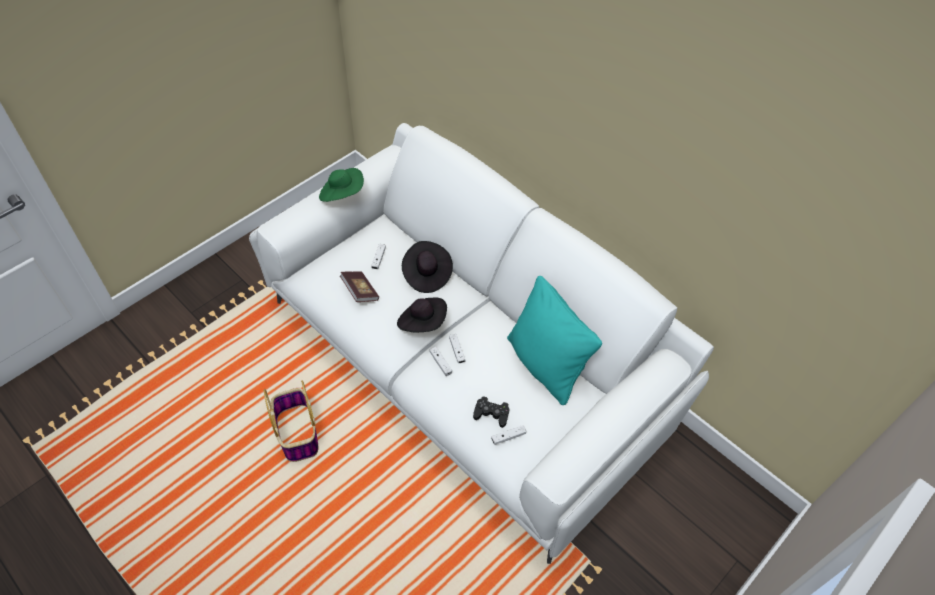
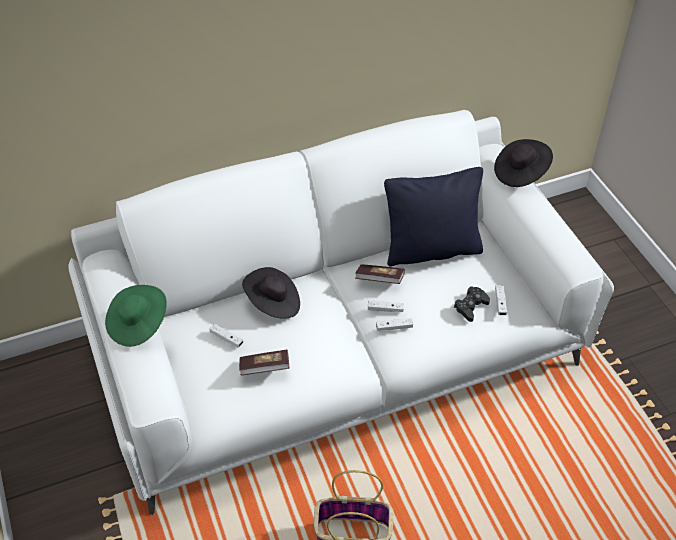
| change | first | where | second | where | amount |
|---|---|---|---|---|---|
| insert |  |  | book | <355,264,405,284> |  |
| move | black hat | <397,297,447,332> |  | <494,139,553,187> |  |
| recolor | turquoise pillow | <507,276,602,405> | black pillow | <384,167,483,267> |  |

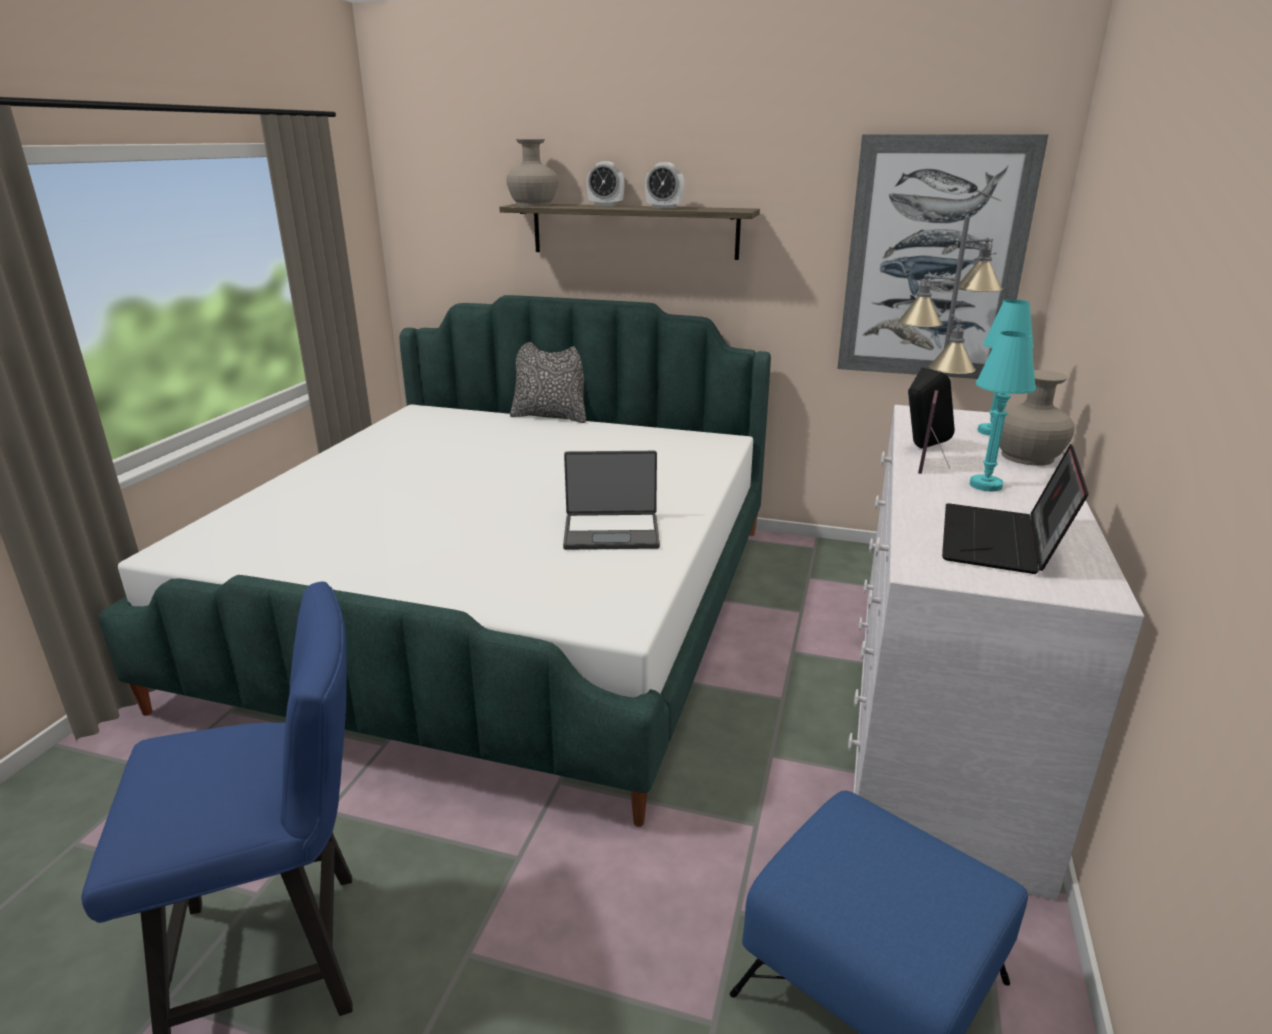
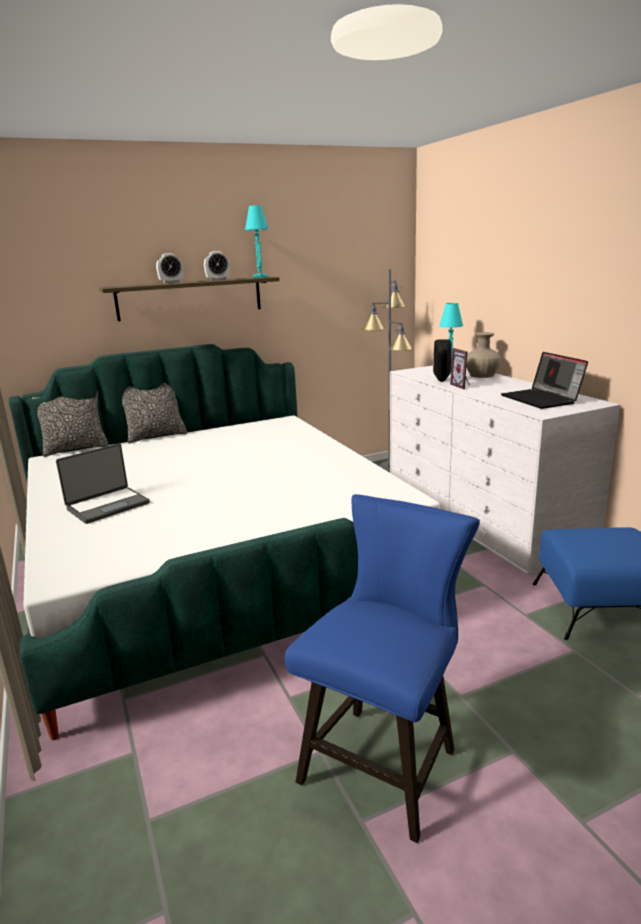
| change | first | where | second | where | amount |
|---|---|---|---|---|---|
| delete | beige vase | <506,139,558,206> |  |  |  |
| delete | picture | <837,134,1049,379> |  |  |  |
| insert |  |  | pillow | <32,390,109,457> |  |
| move | laptop | <563,451,660,550> |  | <56,443,149,524> |  |
| move | turquoise table lamp | <970,331,1036,491> |  | <245,205,269,278> |  |

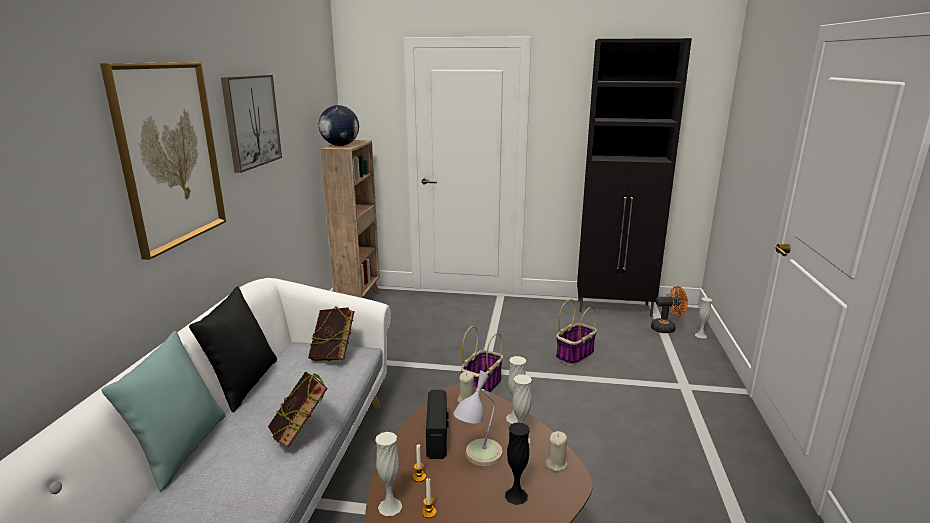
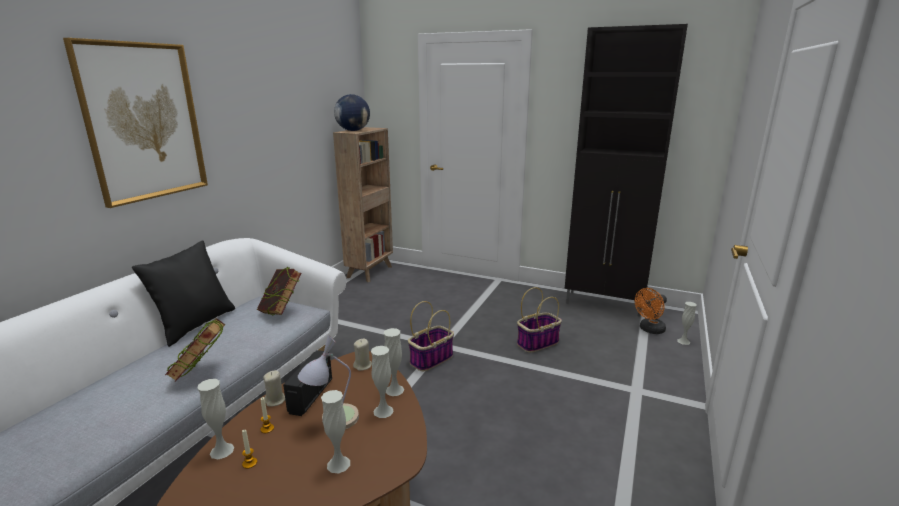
| change | first | where | second | where | amount |
|---|---|---|---|---|---|
| delete | turquoise pillow | <101,331,226,491> |  |  |  |
| delete | picture | <221,75,282,173> |  |  |  |
| move | beige candle | <545,431,567,472> |  | <263,370,285,407> |  |
| recolor | black vase | <505,422,530,505> | white vase | <321,390,350,473> |  |
| rotate | orange fan | <651,286,688,333> |  | <635,288,667,334> | 135 degrees clockwise |

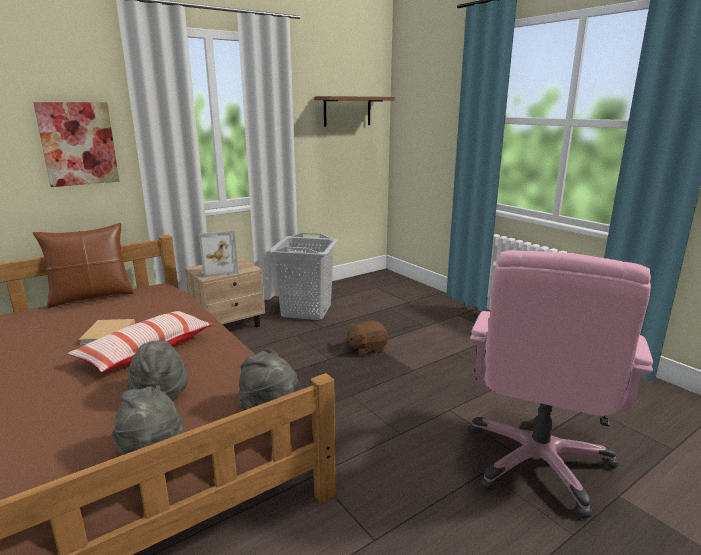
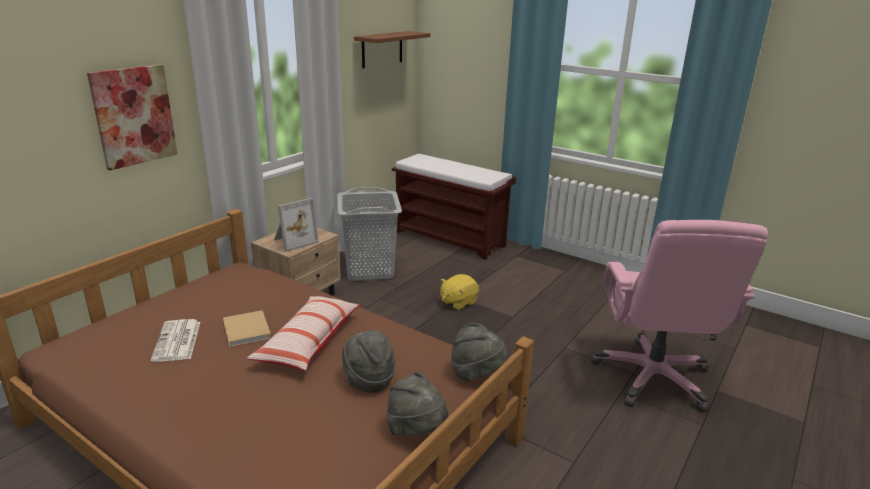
| change | first | where | second | where | amount |
|---|---|---|---|---|---|
| delete | brown pillow | <33,223,134,308> |  |  |  |
| insert |  |  | newspaper | <151,319,200,362> |  |
| insert |  |  | brown bench | <392,154,516,260> |  |
| recolor | brown plush toy | <346,321,388,356> | yellow plush toy | <440,274,479,311> |  |

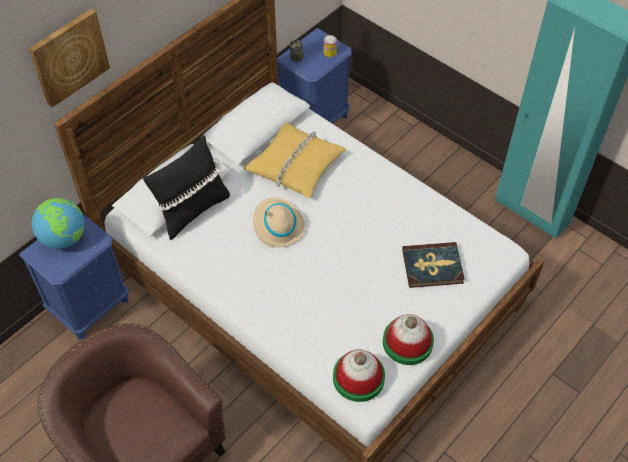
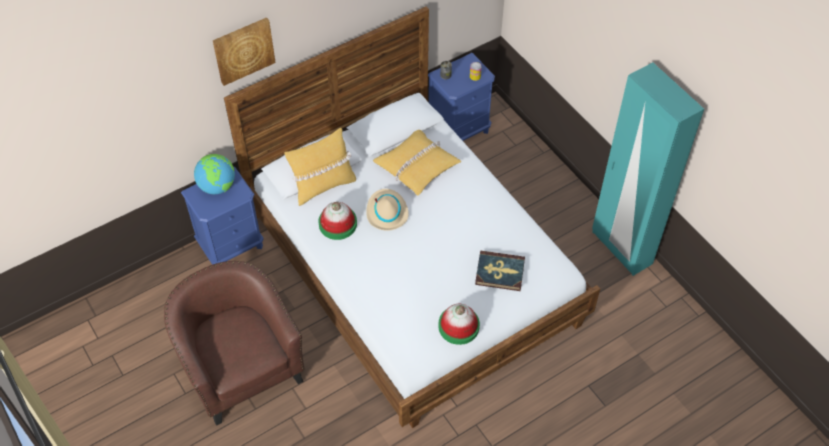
| change | first | where | second | where | amount |
|---|---|---|---|---|---|
| move | hat | <333,350,385,402> |  | <318,202,357,240> |  |
| recolor | black pillow | <143,135,230,241> | yellow pillow | <284,128,356,206> |  |

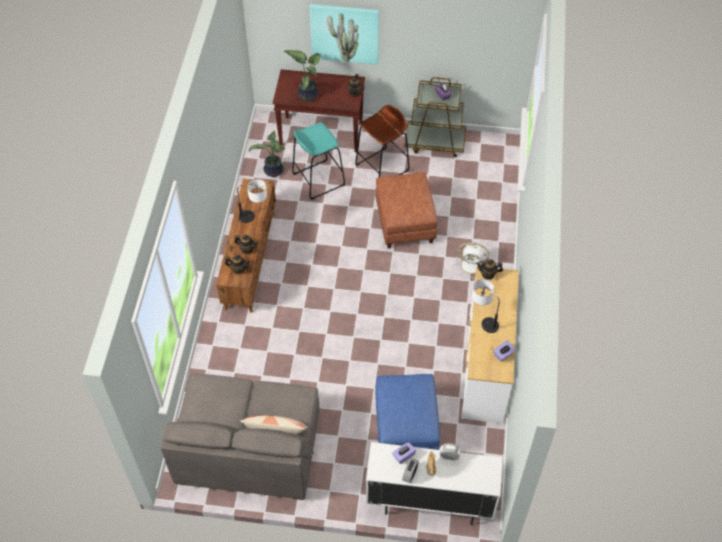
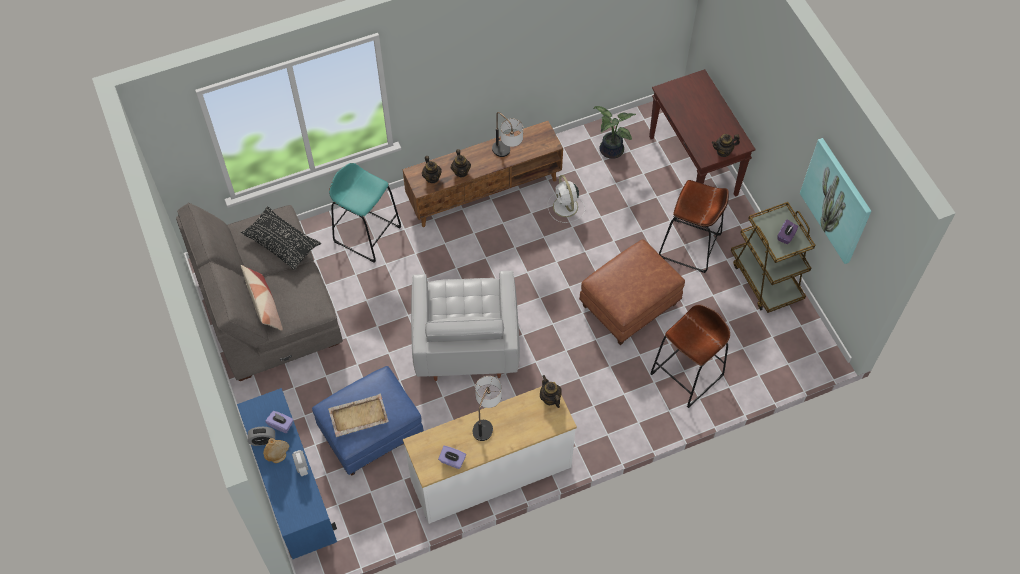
| change | first | where | second | where | amount |
|---|---|---|---|---|---|
| delete | potted plant | <284,50,321,101> |  |  |  |
| insert |  |  | black pillow | <241,206,321,270> |  |
| insert |  |  | beige tray | <328,394,389,437> |  |
| insert |  |  | white armchair | <411,271,520,381> |  |
| insert |  |  | brown stool | <650,305,730,408> |  |
| move | turquoise stool | <292,122,345,200> |  | <329,163,402,263> |  |
| move | picture | <309,4,379,65> |  | <800,138,871,264> |  |
| move | white fan | <456,243,489,278> |  | <548,175,585,223> |  |
| recolor | white cabinet | <366,442,503,525> | blue cabinet | <237,388,337,559> |  |

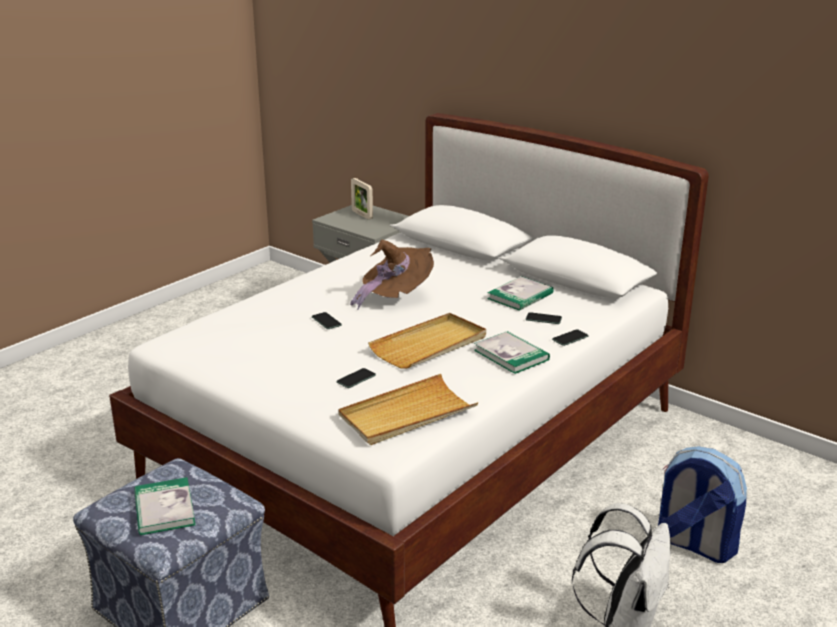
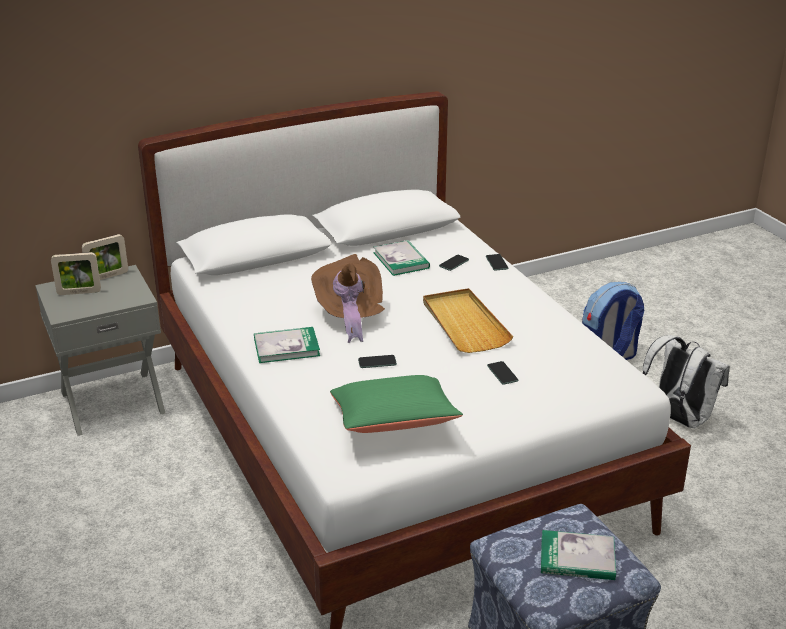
| change | first | where | second | where | amount |
|---|---|---|---|---|---|
| delete | beige tray | <339,374,478,445> |  |  |  |
| insert |  |  | picture frame | <82,234,128,280> |  |
| insert |  |  | green pillow | <330,375,463,433> |  |
| move | book | <474,331,550,374> |  | <254,327,320,363> |  |

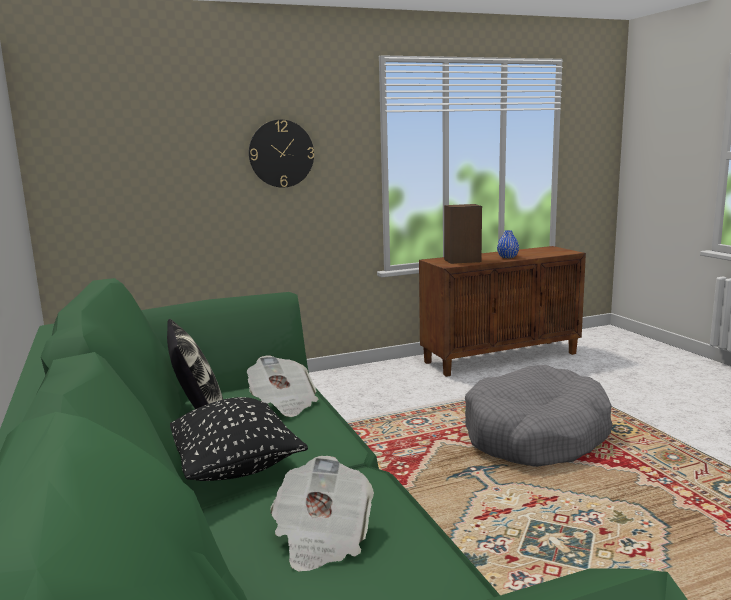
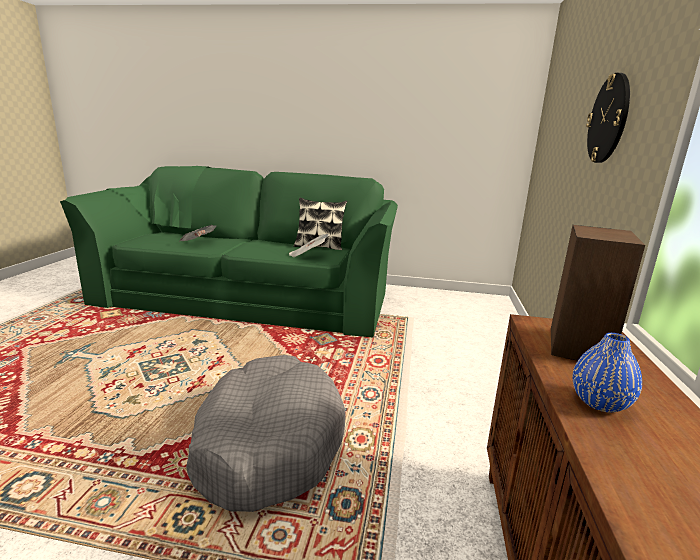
| change | first | where | second | where | amount |
|---|---|---|---|---|---|
| delete | black pillow | <170,397,308,481> |  |  |  |

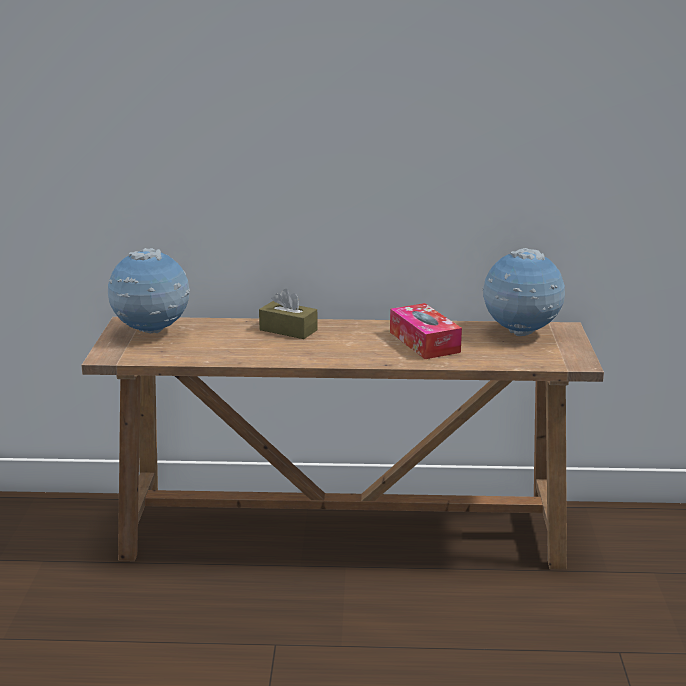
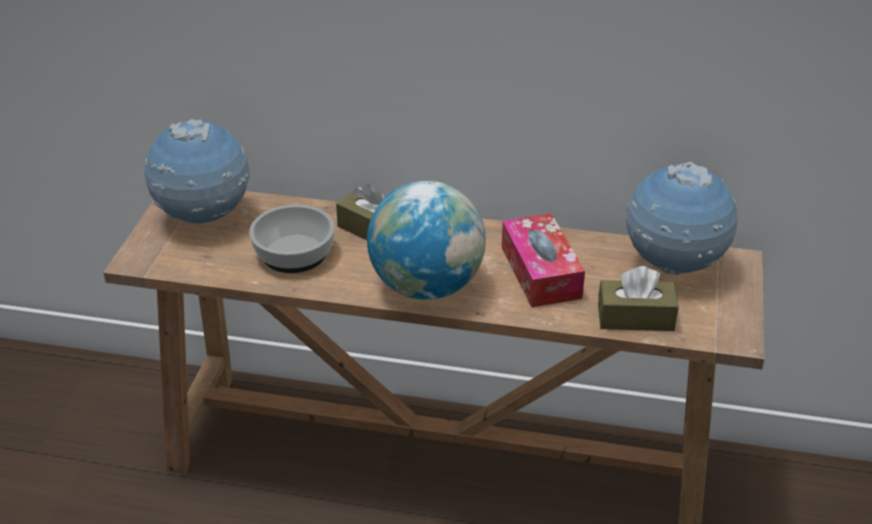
| change | first | where | second | where | amount |
|---|---|---|---|---|---|
| insert |  |  | bowl | <249,205,335,273> |  |
| insert |  |  | globe | <367,181,486,300> |  |
| insert |  |  | brown tissue box | <598,266,679,331> |  |

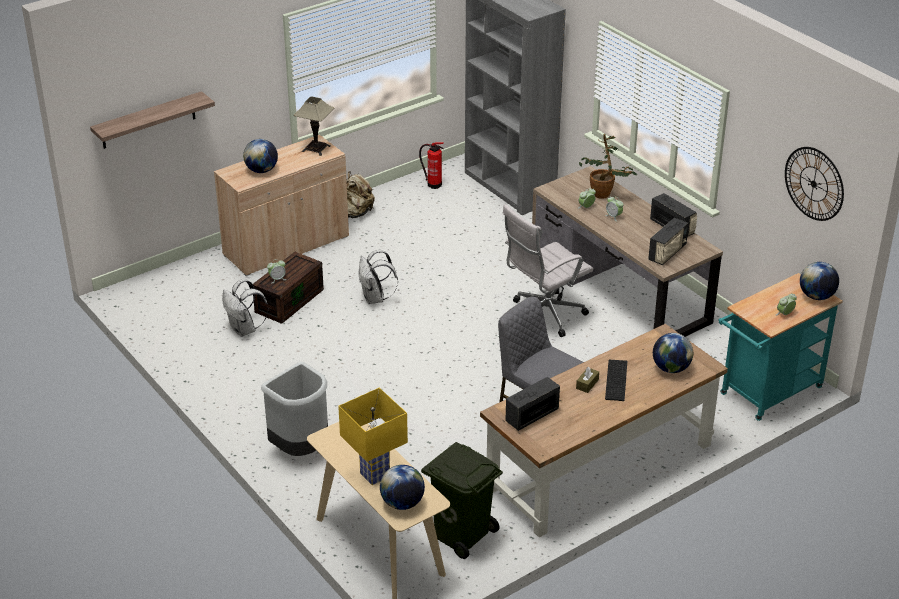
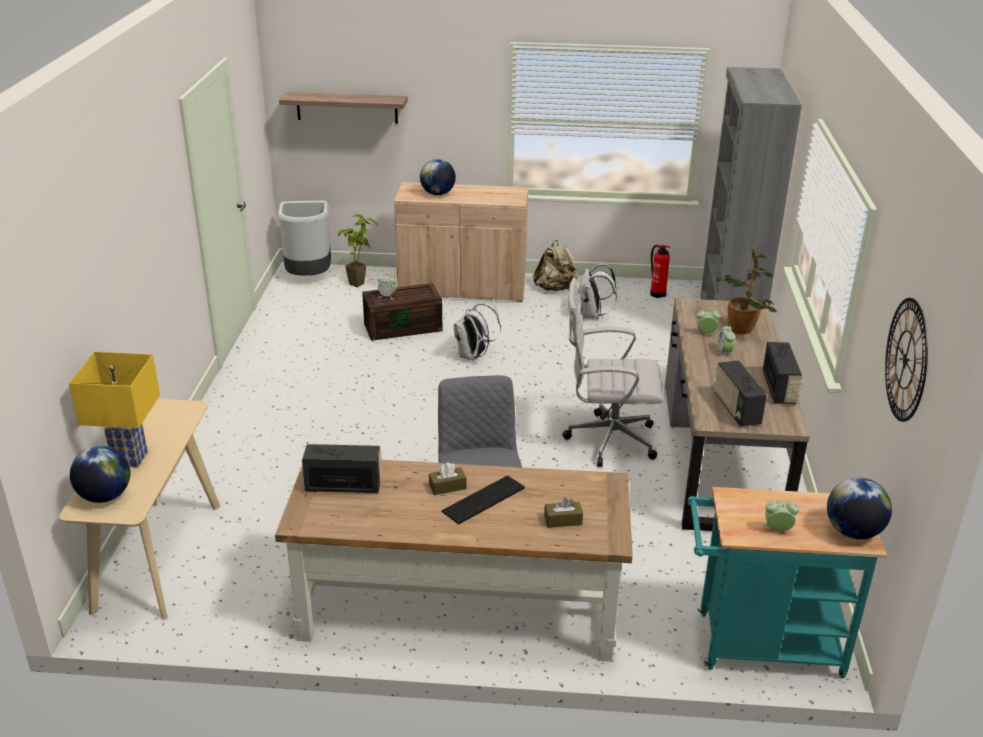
| change | first | where | second | where | amount |
|---|---|---|---|---|---|
| delete | table lamp | <294,97,334,156> |  |  |  |
| delete | green trash can | <421,442,503,559> |  |  |  |
| insert |  |  | potted plant | <338,214,378,287> |  |
| move | white backpack | <223,279,269,337> |  | <578,263,617,319> |  |
| move | grey trash can | <261,362,328,456> |  | <278,201,331,276> |  |
| replace | globe | <653,333,693,373> | brown tissue box | <544,498,583,528> |  |
| rotate | radio | <648,218,689,265> |  | <714,360,767,427> | 90 degrees clockwise |

